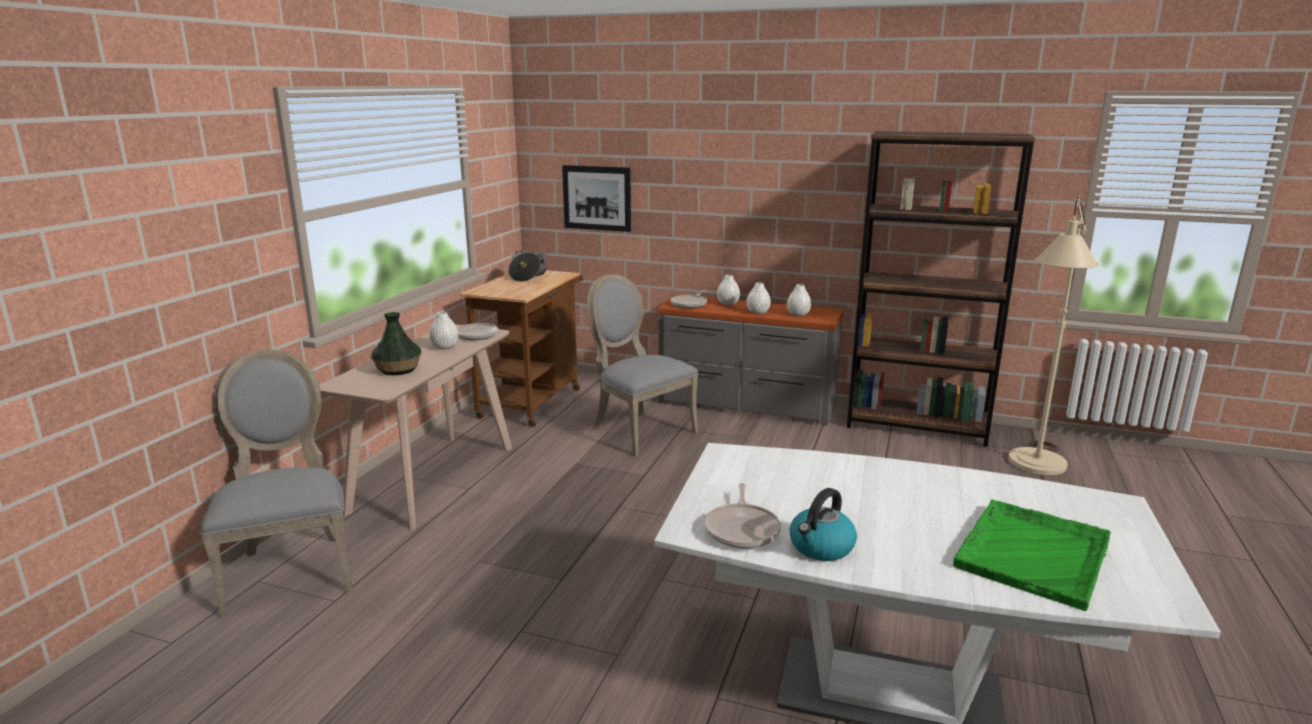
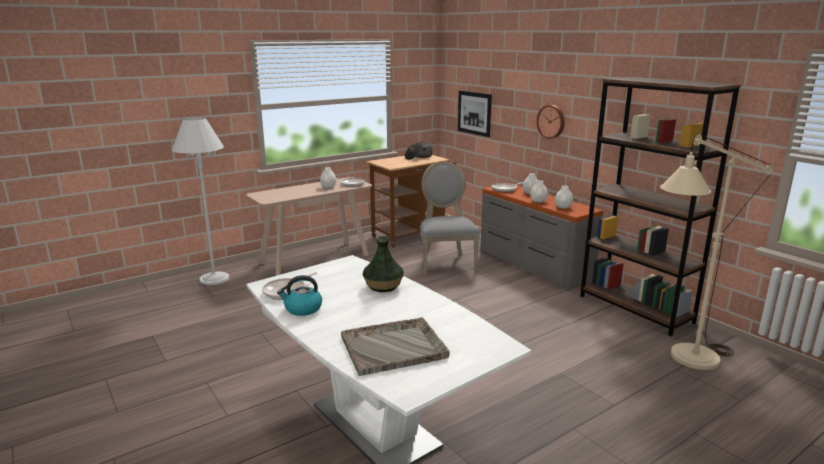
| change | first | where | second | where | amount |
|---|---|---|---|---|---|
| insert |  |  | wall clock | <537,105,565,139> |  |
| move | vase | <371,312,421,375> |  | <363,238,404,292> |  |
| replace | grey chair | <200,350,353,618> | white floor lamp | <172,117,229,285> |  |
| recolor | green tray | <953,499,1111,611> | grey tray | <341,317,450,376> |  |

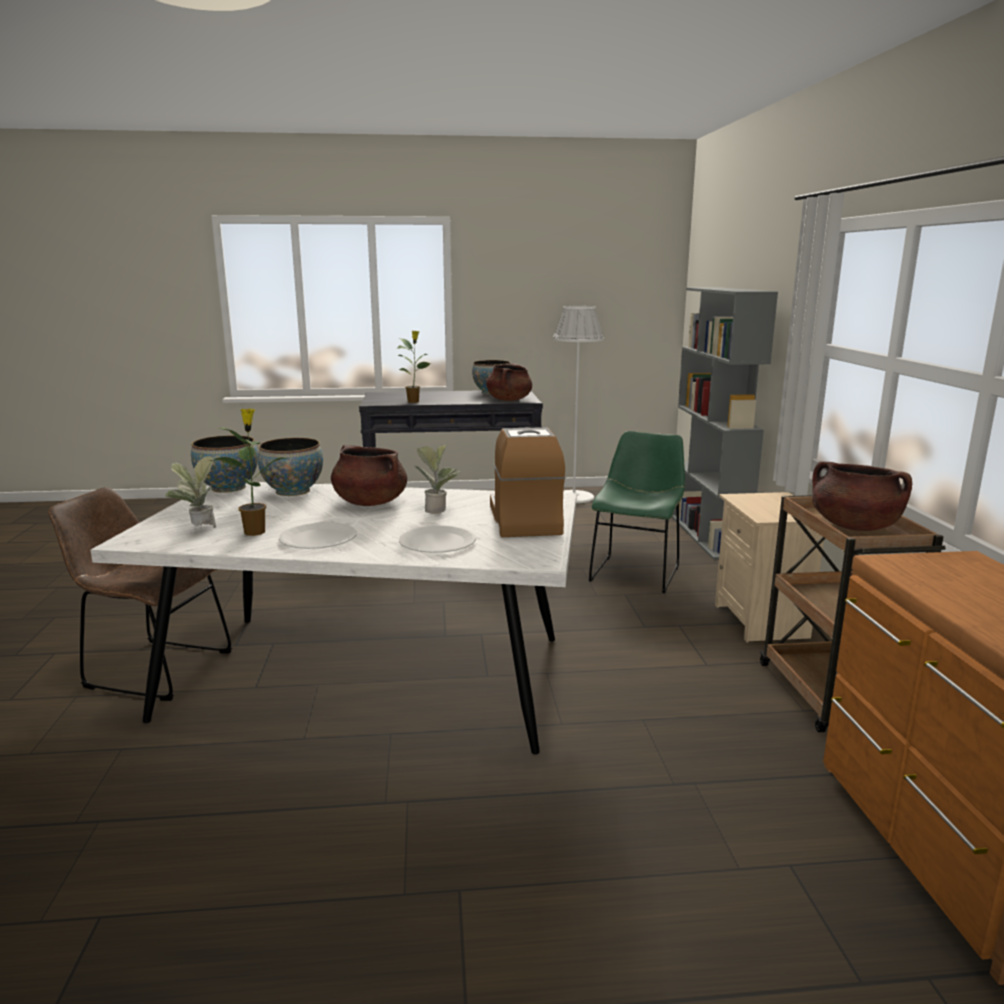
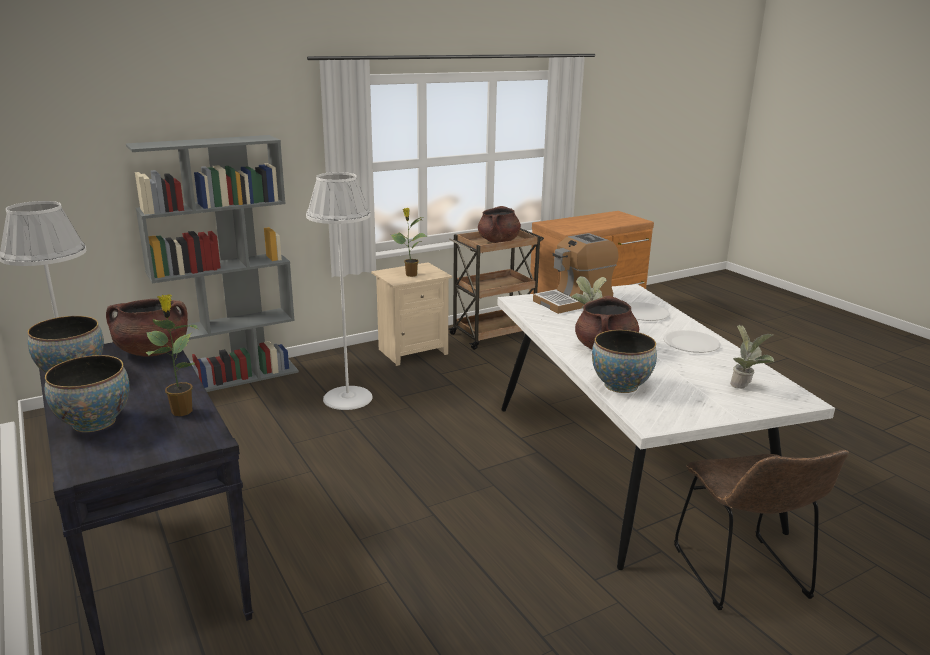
| change | first | where | second | where | amount |
|---|---|---|---|---|---|
| move | bowl | <191,435,258,493> |  | <45,355,130,432> |  |
| move | potted plant | <210,408,286,536> |  | <391,208,427,277> |  |
| replace | green chair | <589,431,685,593> | white floor lamp | <306,172,372,410> |  |

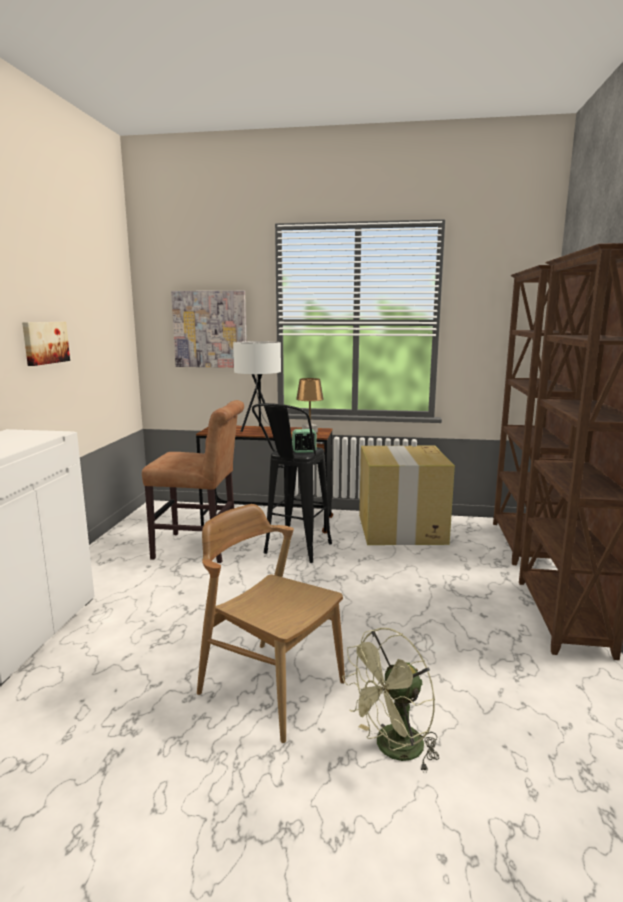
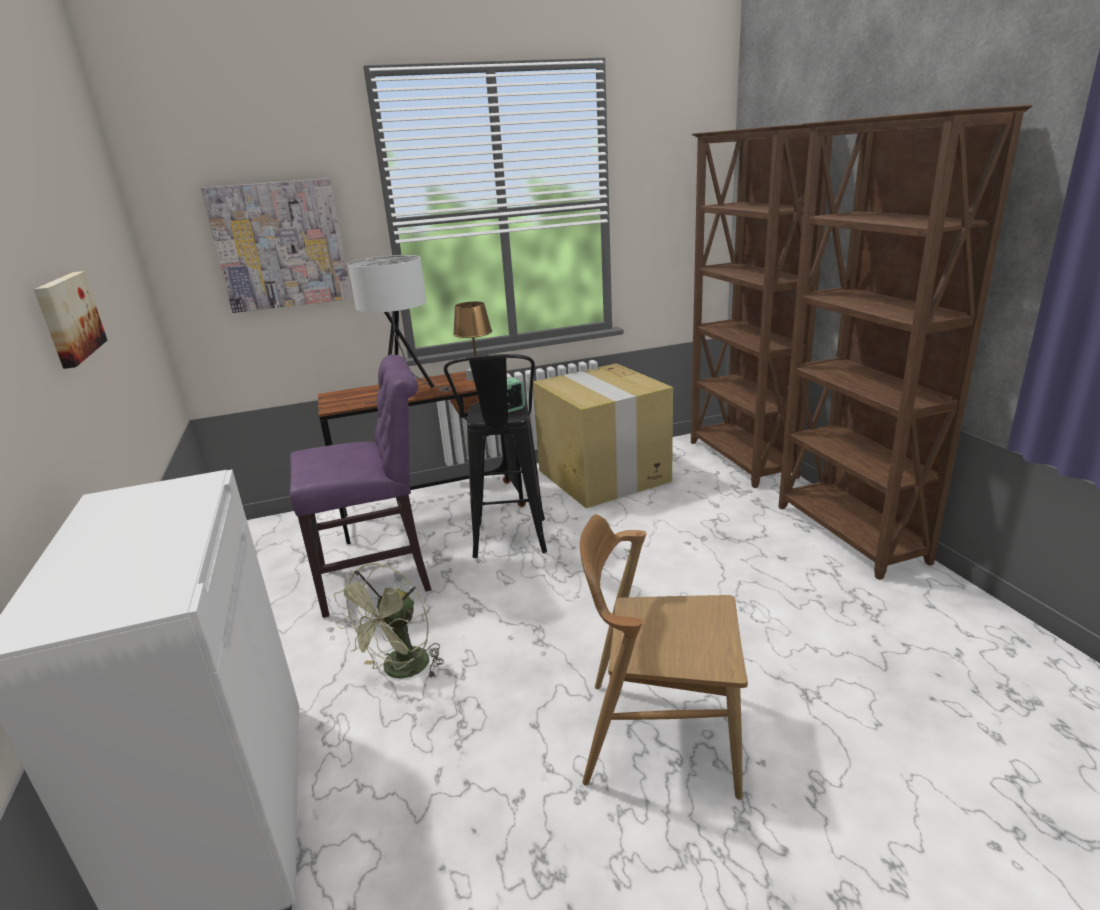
| change | first | where | second | where | amount |
|---|---|---|---|---|---|
| move | green fan | <342,628,439,773> |  | <334,563,444,679> |  |
| recolor | brown chair | <142,400,244,563> | purple chair | <289,354,431,618> |  |

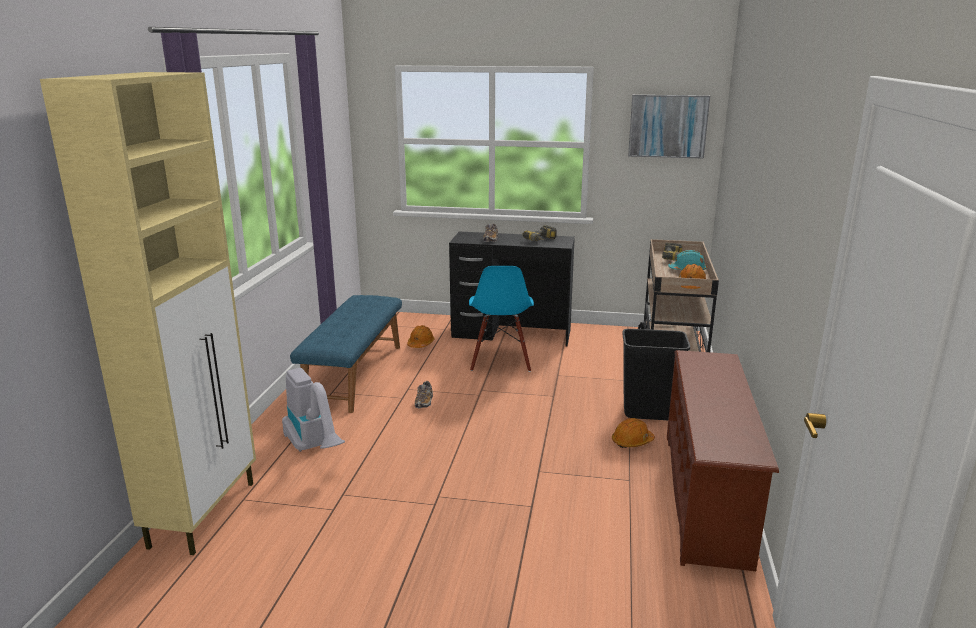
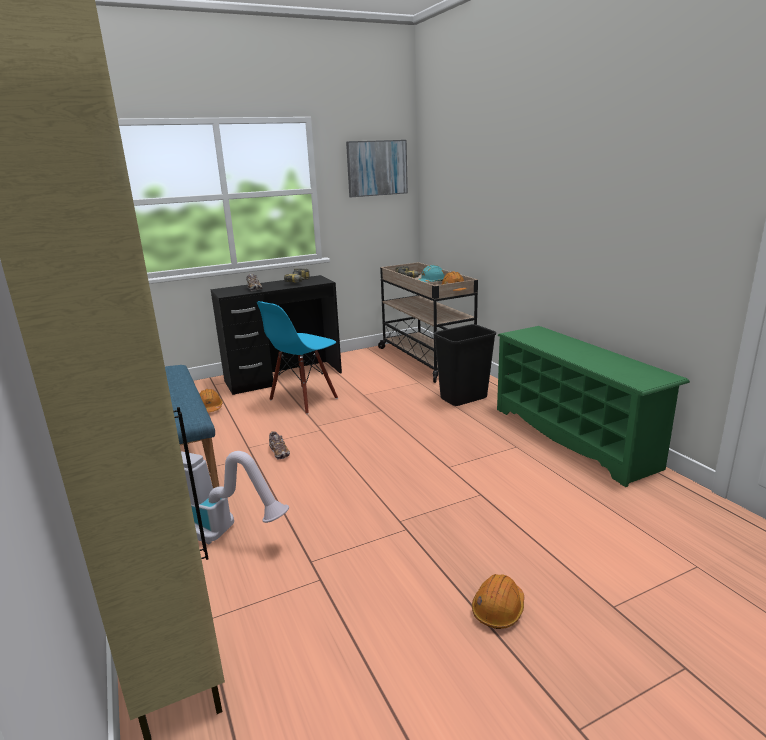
| change | first | where | second | where | amount |
|---|---|---|---|---|---|
| move | orange hard hat | <612,418,655,448> |  | <472,574,524,629> |  |
| recolor | brown shoe rack | <667,350,779,571> | green shoe rack | <497,326,690,487> |  |
| rotate | blue chair | <469,266,534,372> |  | <257,301,338,414> | 75 degrees clockwise |

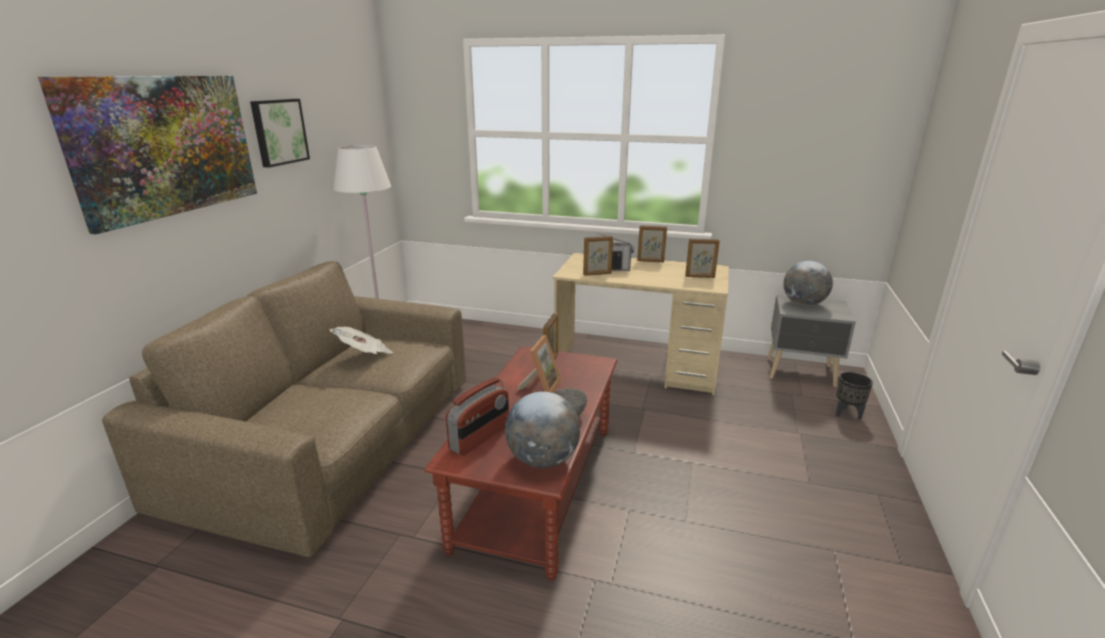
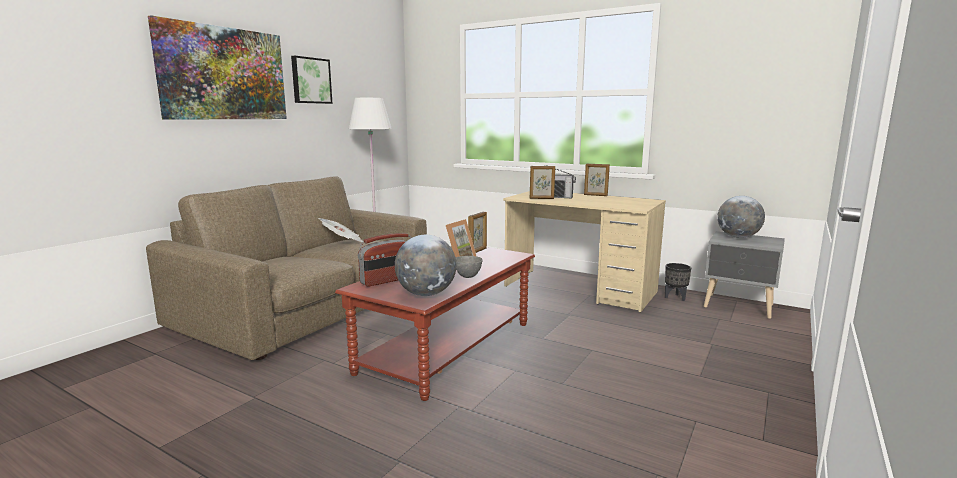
| change | first | where | second | where | amount |
|---|---|---|---|---|---|
| delete | picture frame | <685,239,720,278> |  |  |  |
| move | black planter | <836,372,873,420> |  | <665,263,691,301> |  |

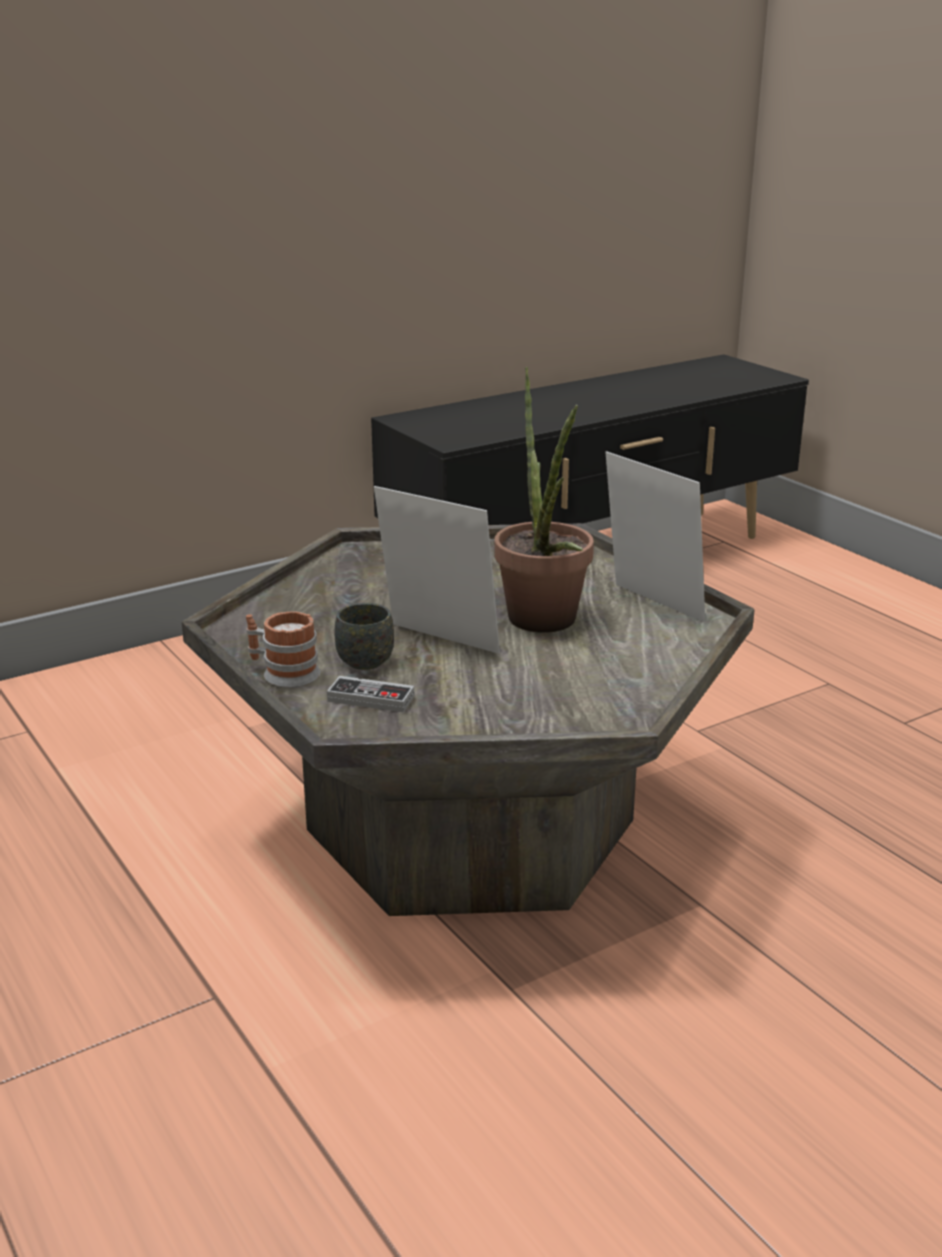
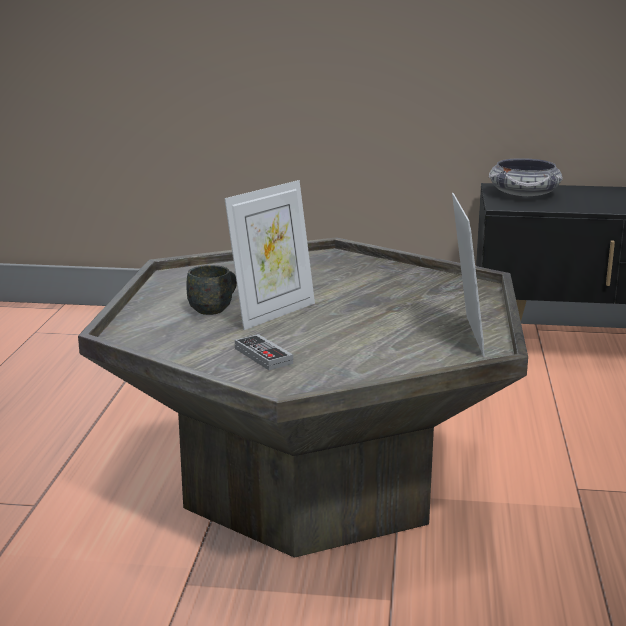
| change | first | where | second | where | amount |
|---|---|---|---|---|---|
| delete | mug | <246,611,320,688> |  |  |  |
| delete | potted plant | <494,367,594,633> |  |  |  |
| insert |  |  | bowl | <489,158,563,196> |  |
| move | game controller | <327,676,414,712> |  | <235,334,293,370> |  |
| rotate | picture frame | <374,486,500,654> |  | <224,180,315,330> | 60 degrees clockwise |

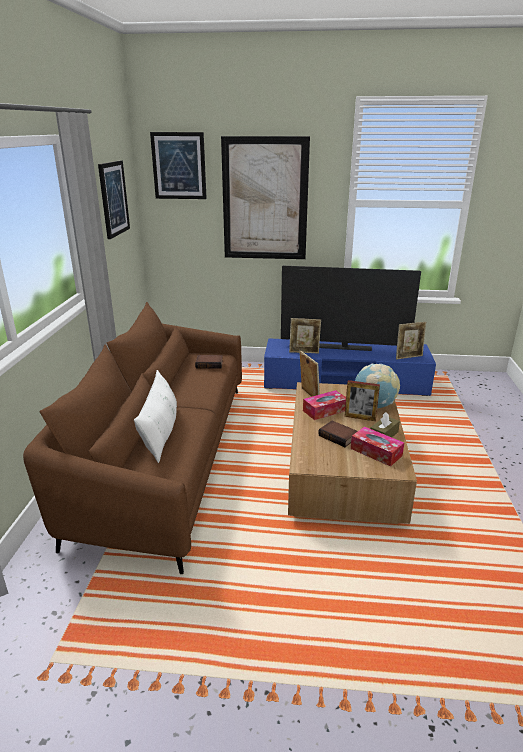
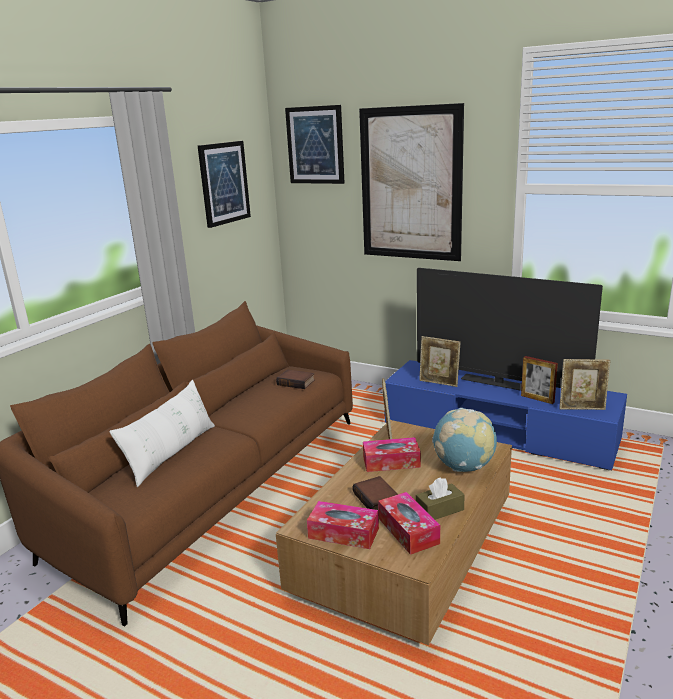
| change | first | where | second | where | amount |
|---|---|---|---|---|---|
| insert |  |  | tissue box | <307,501,379,549> |  |
| move | picture frame | <345,380,380,421> |  | <521,356,558,404> |  |

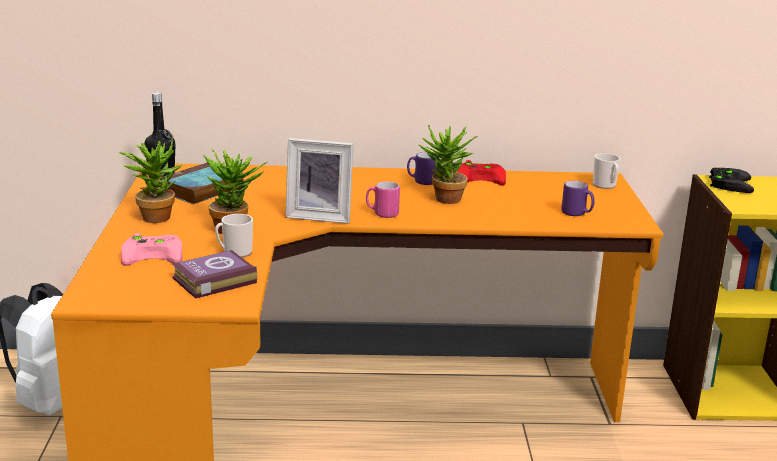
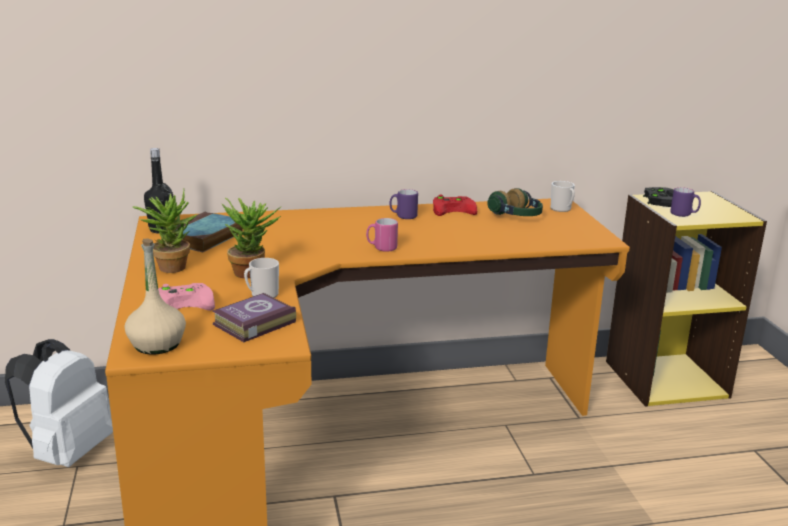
| change | first | where | second | where | amount |
|---|---|---|---|---|---|
| delete | picture frame | <286,138,354,224> |  |  |  |
| delete | potted plant | <418,125,478,204> |  |  |  |
| insert |  |  | beige bottle | <125,238,186,355> |  |
| insert |  |  | headphones | <487,188,543,216> |  |
| move | purple mug | <561,181,595,216> |  | <670,187,701,217> |  |

